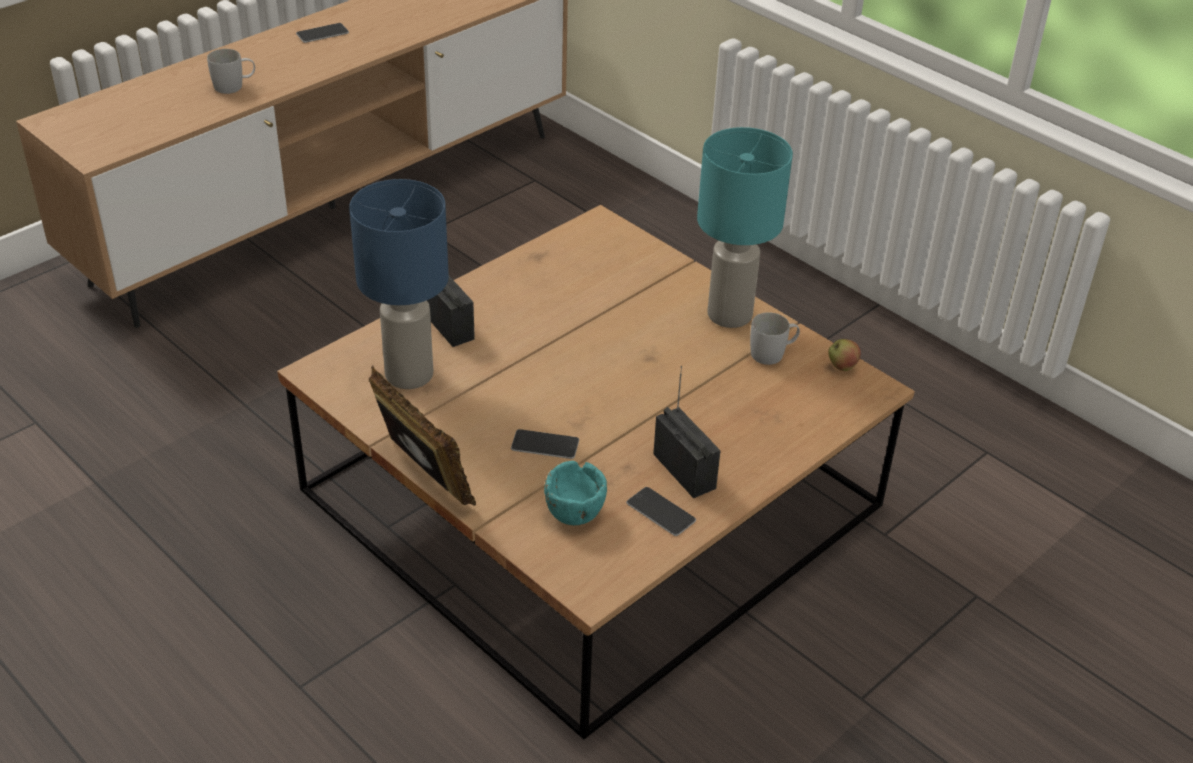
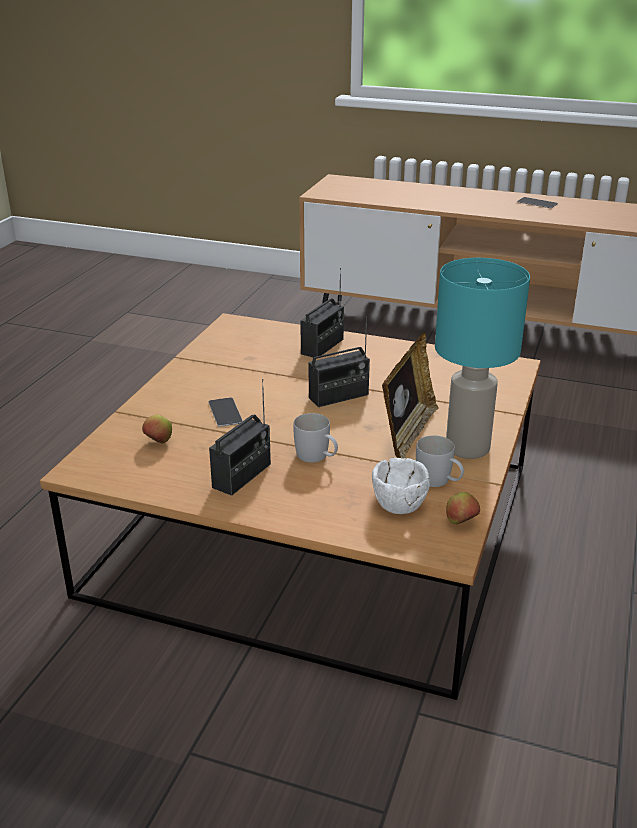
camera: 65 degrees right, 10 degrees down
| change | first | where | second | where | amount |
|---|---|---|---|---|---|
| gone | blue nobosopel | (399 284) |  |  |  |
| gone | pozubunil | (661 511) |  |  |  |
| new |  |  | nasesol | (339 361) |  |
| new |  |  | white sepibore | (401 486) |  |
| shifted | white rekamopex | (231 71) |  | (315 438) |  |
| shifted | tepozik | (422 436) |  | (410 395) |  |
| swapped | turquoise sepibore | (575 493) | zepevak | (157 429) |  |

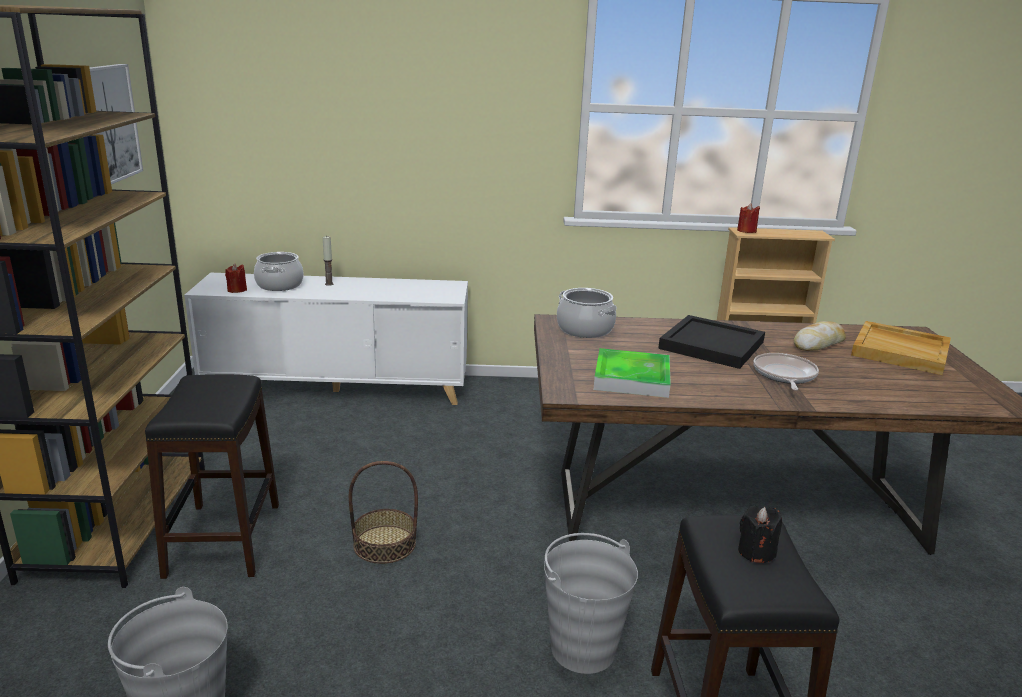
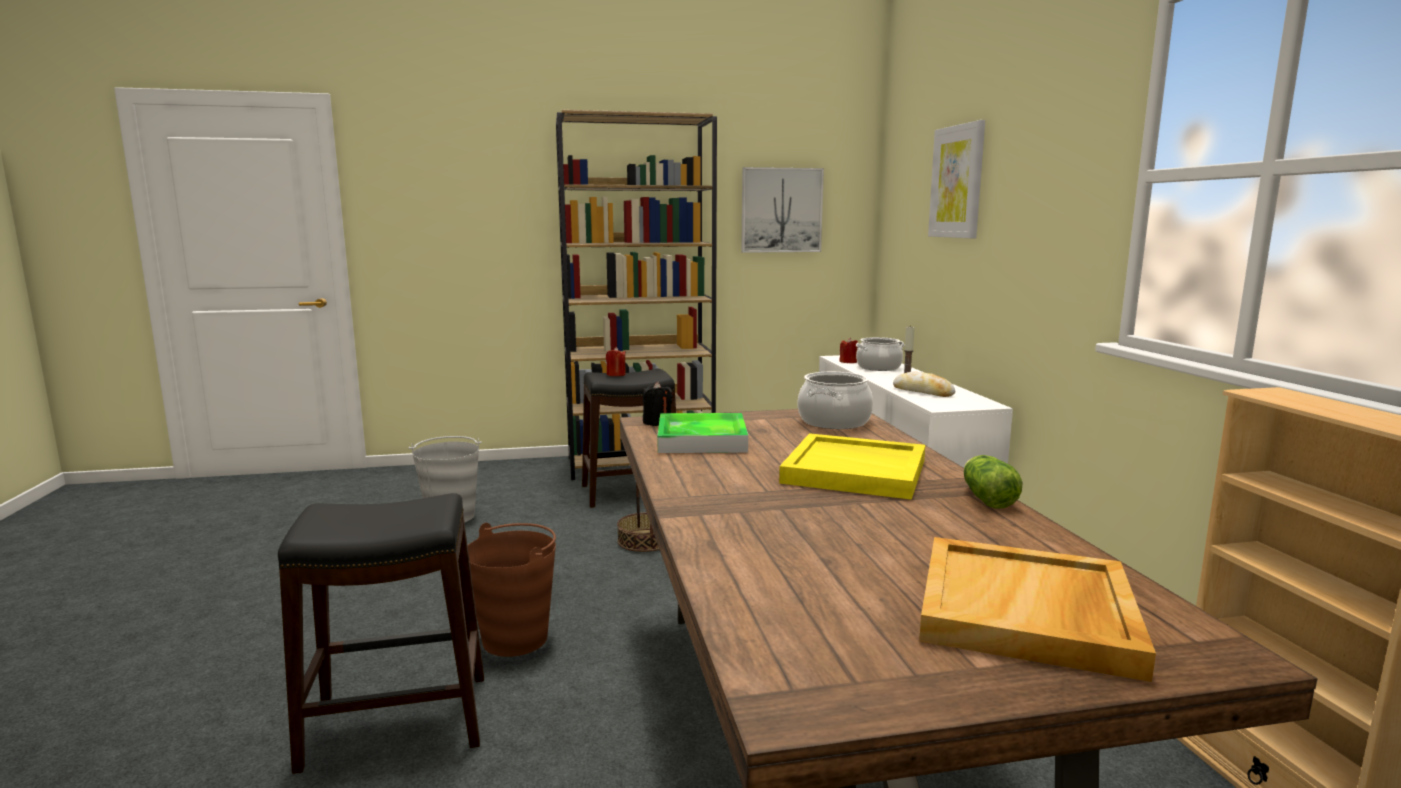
camera: 80 degrees right, 10 degrees down
| change | first | where | second | where | amount |
|---|---|---|---|---|---|
| gone | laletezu | (786 372) |  |  |  |
| new |  |  | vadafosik | (956 179) |  |
| new |  |  | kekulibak | (993 482) |  |
| shifted | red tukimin | (748 218) |  | (616 361) |  |
| shifted | black tukimin | (760 534) |  | (658 404) |  |
| shifted | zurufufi | (820 336) |  | (924 384) |  |
| repainted | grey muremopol | (591 603) | brown muremopol | (512 590) |  |
| repainted | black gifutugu | (711 342) | yellow gifutugu | (852 466) |  |

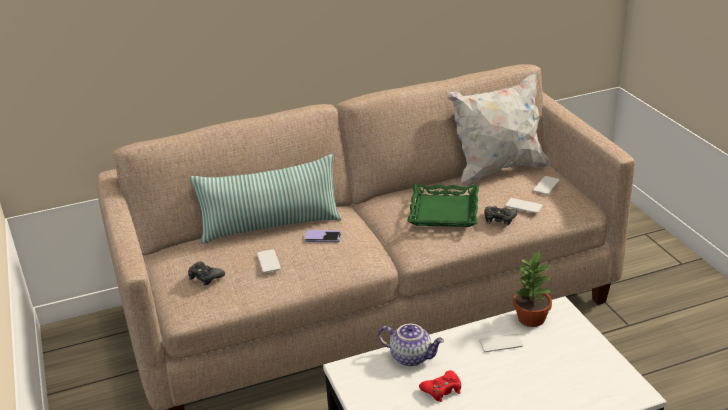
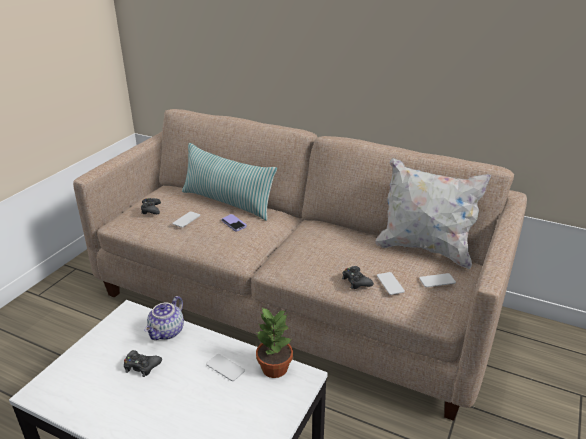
camera: 45 degrees right, 0 degrees up
| change | first | where | second | where | amount |
|---|---|---|---|---|---|
| gone | green gifutugu | (443 205) |  |  |  |
| repainted | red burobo | (440 386) | black burobo | (143 363) |  |
| rotated | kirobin | (411 345) |  | (164 318) | 45 degrees clockwise |

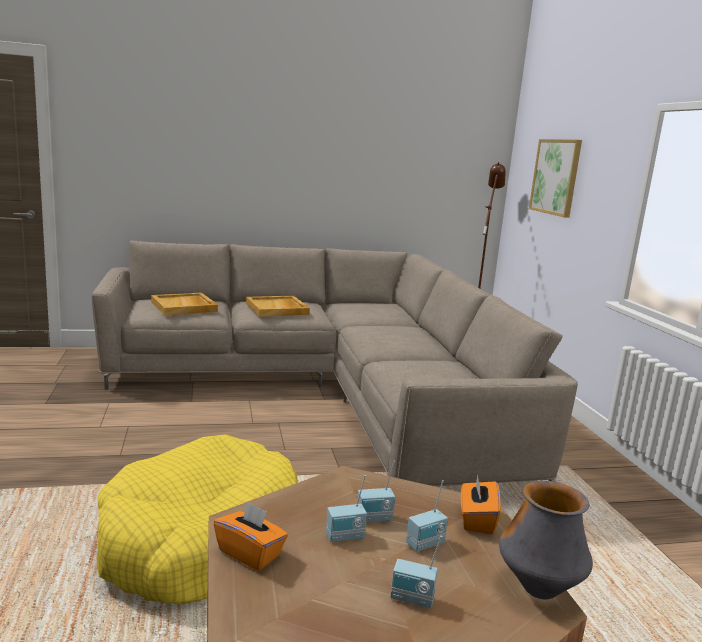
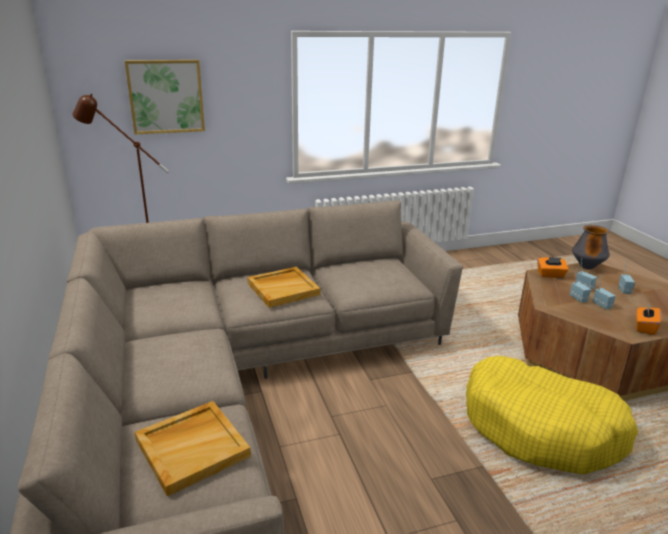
camera: 95 degrees left, 10 degrees up
| change | first | where | second | where | amount |
|---|---|---|---|---|---|
| shifted | beige gifutugu | (278 306) |  | (283 287) |  |

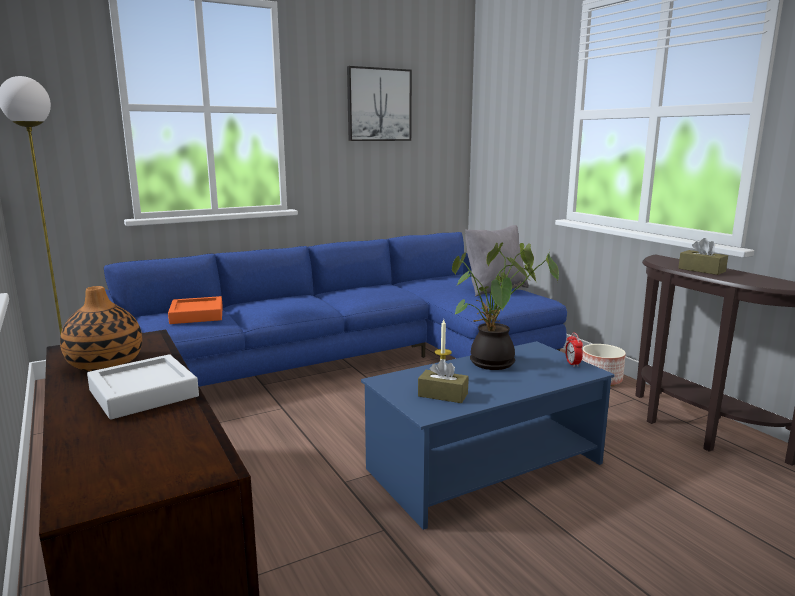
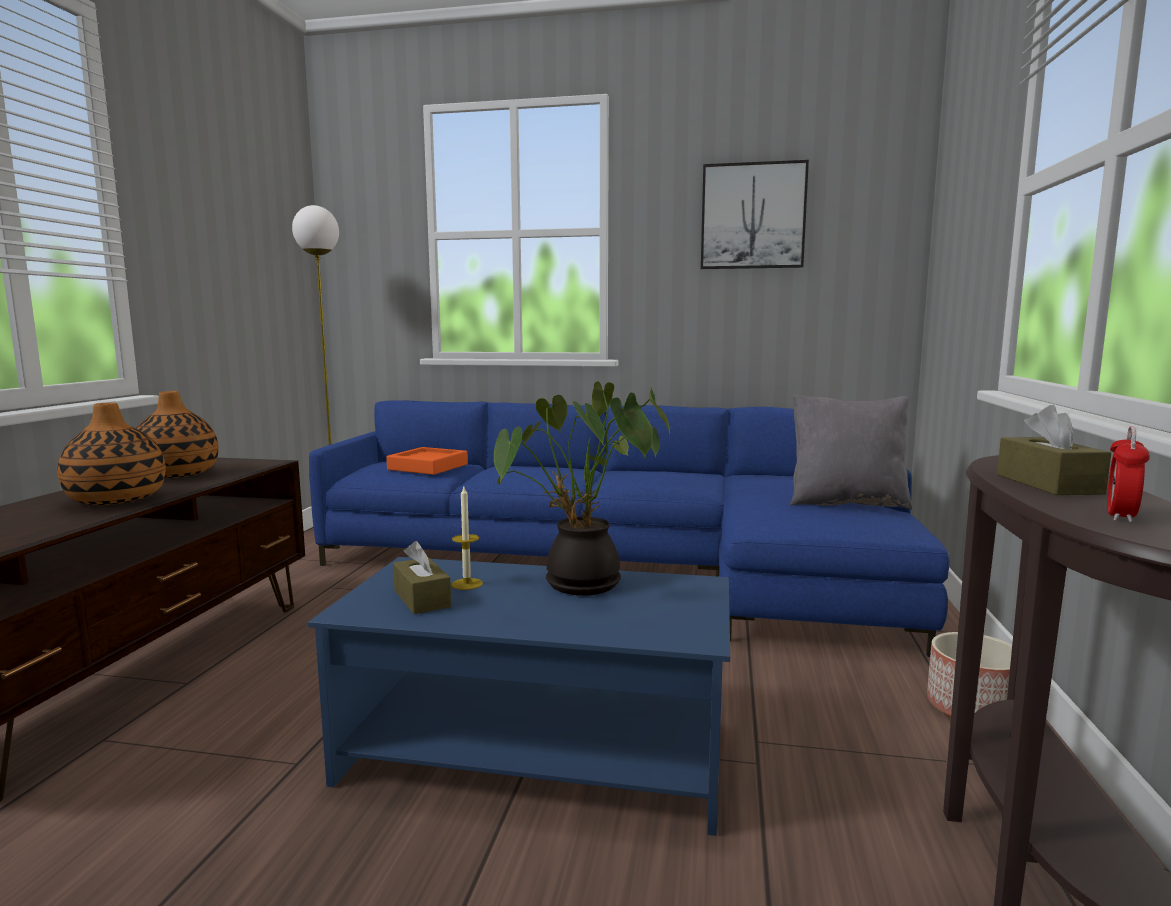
camera: 40 degrees right, 5 degrees down
| change | first | where | second | where | amount |
|---|---|---|---|---|---|
| shifted | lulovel | (574 349) |  | (1128 474) |  |
| swapped | grey gifutugu | (143 386) | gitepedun | (112 453) |  |

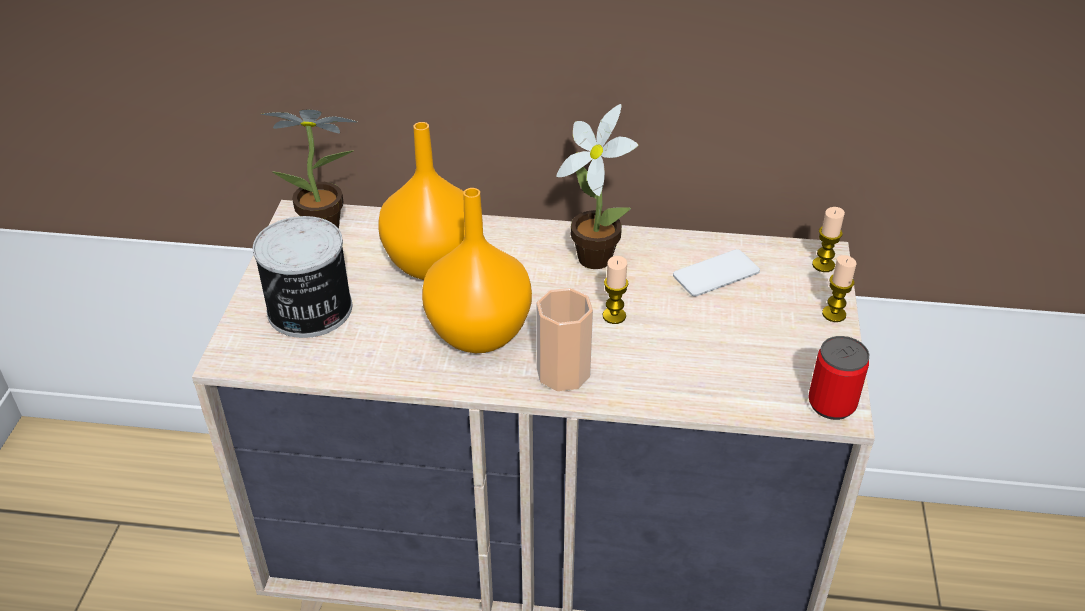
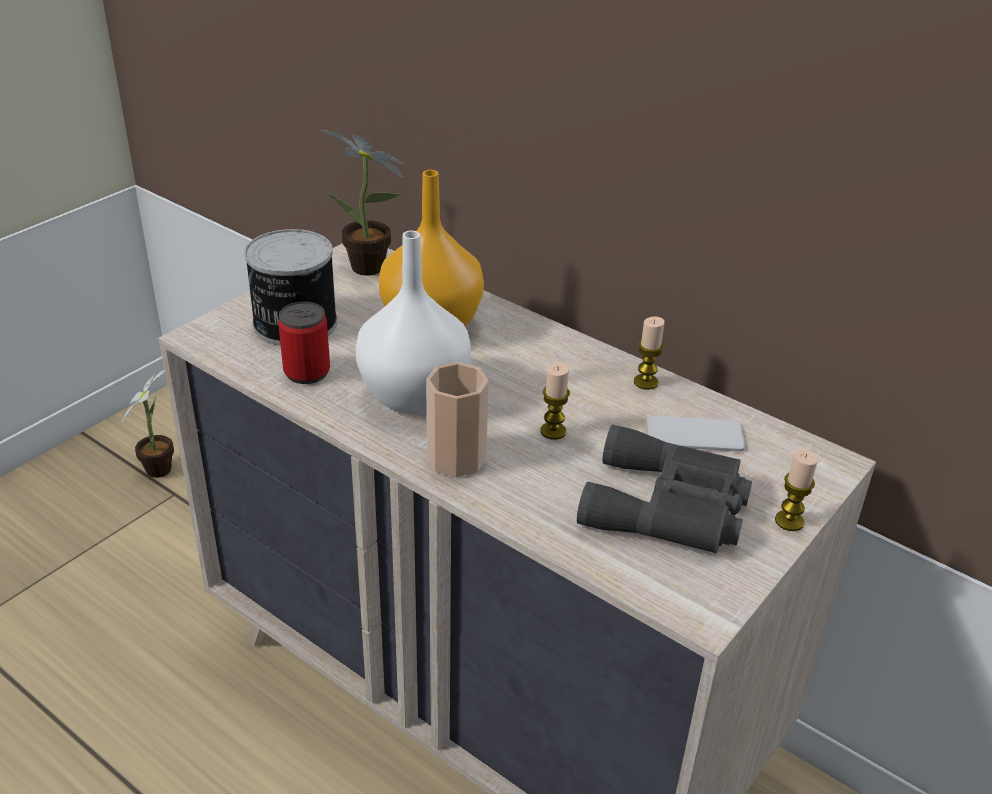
camera: 30 degrees right, 5 degrees down
| change | first | where | second | where | amount |
|---|---|---|---|---|---|
| new |  |  | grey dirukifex | (664 488) |  |
| shifted | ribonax | (597 186) |  | (147 424) |  |
| shifted | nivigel | (838 378) |  | (304 343) |  |
| shifted | tukimin | (828 239) |  | (649 353) |  |
| repainted | orange gitepedun | (477 270) | white gitepedun | (413 323) |  |

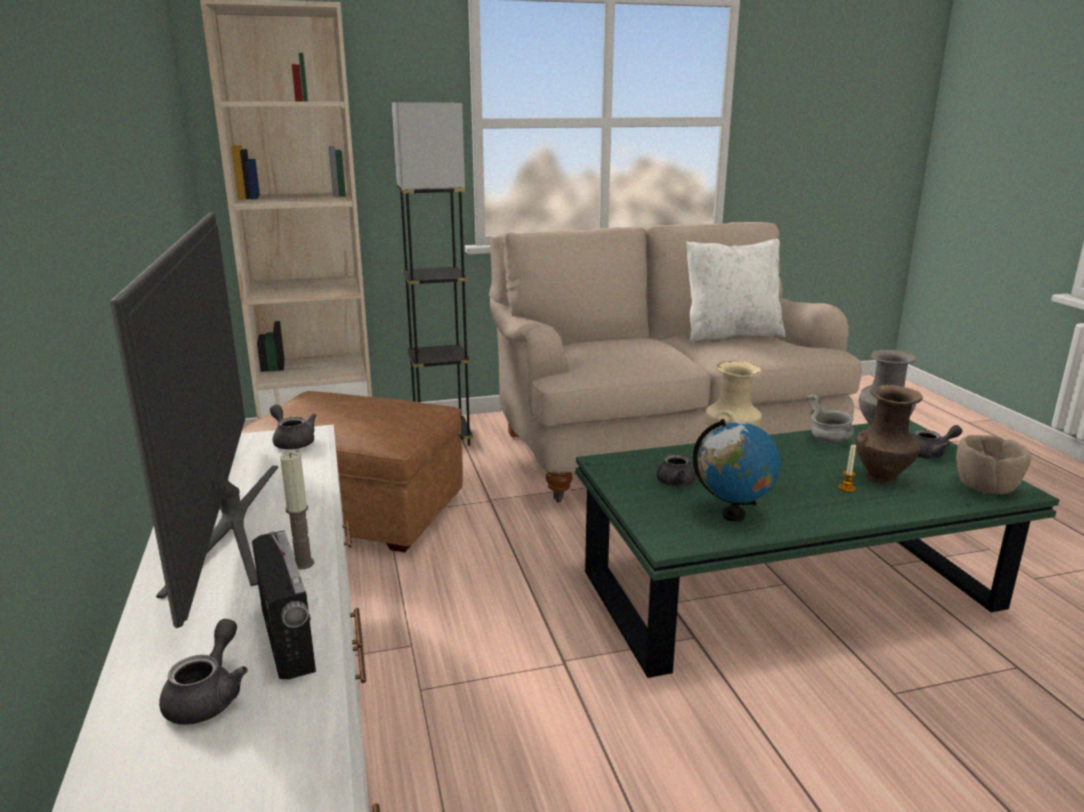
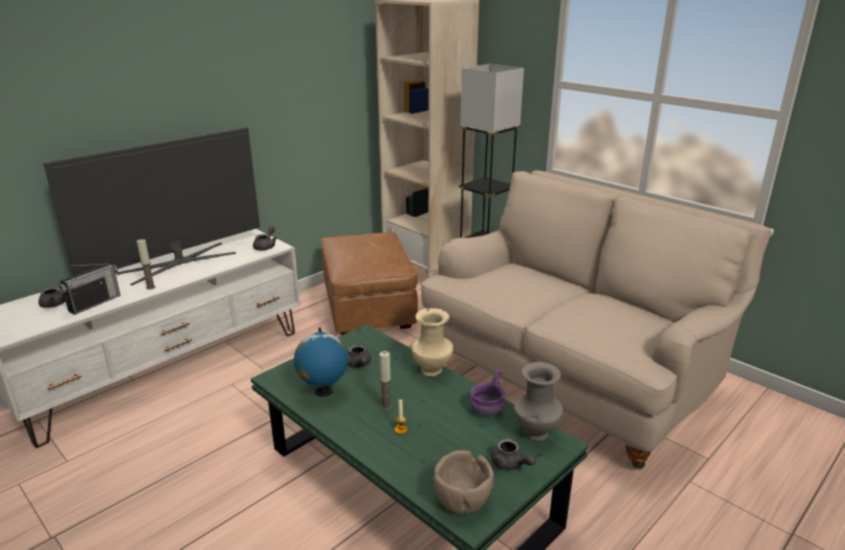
camera: 60 degrees right, 5 degrees up
| change | first | where | second | where | amount |
|---|---|---|---|---|---|
| gone | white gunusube | (735 290) |  |  |  |
| gone | brown gitepedun | (889 435) |  |  |  |
| new |  |  | tukimin | (385 381) |  |
| repainted | grey sepibore | (830 419) | purple sepibore | (487 392) |  |

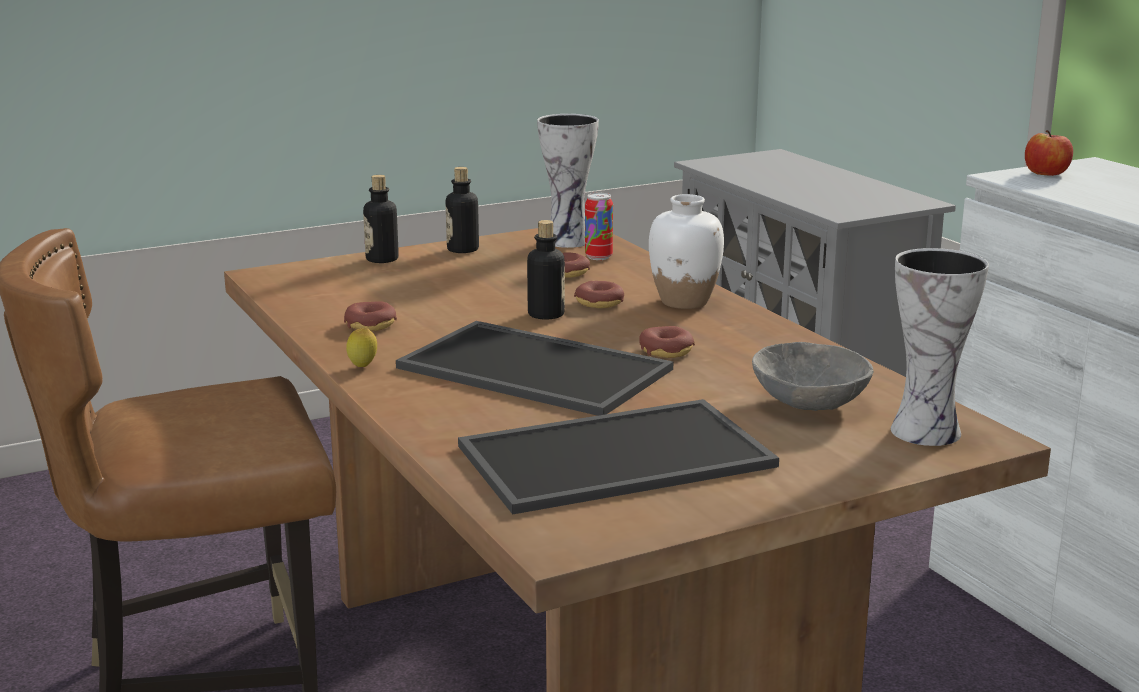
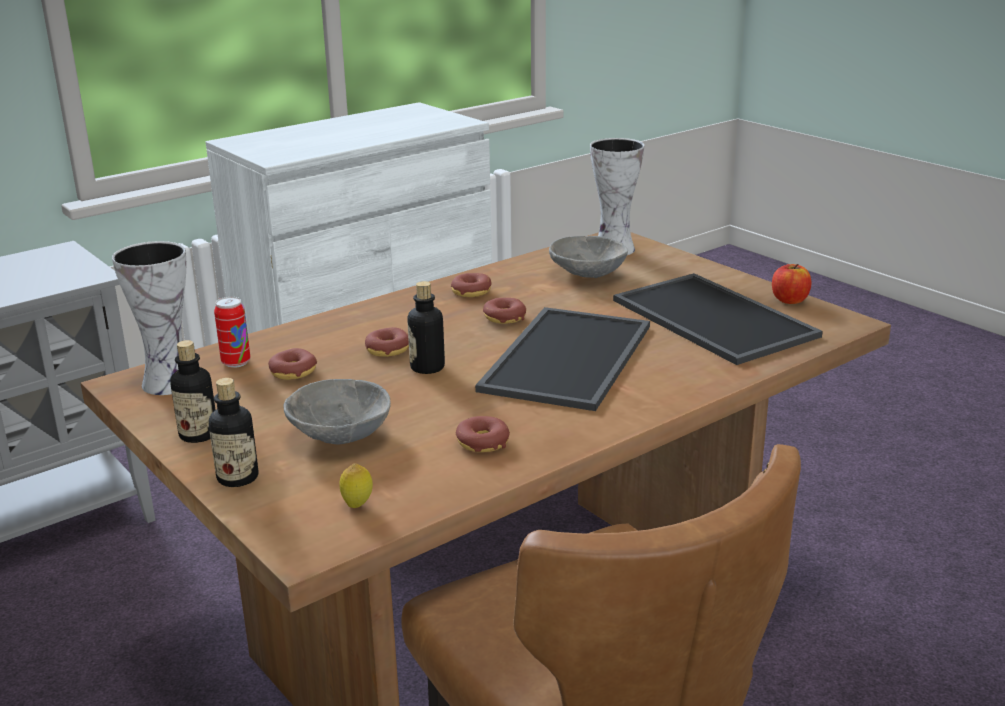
camera: 100 degrees left, 5 degrees up
| change | first | where | second | where | amount |
|---|---|---|---|---|---|
| gone | white gitepedun | (686 251) |  |  |  |
| new |  |  | grey sepibore | (337 412) |  |
| new |  |  | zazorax | (471 285) |  |
| shifted | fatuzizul | (361 347) |  | (356 485) |  |
| shifted | zepevak | (1049 153) |  | (791 284) |  |

